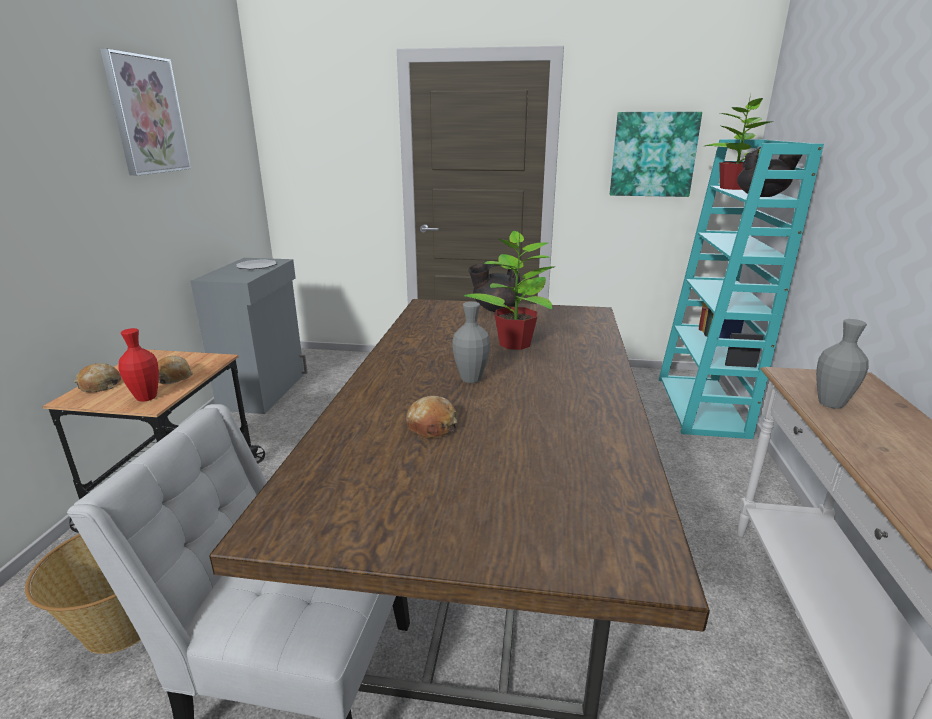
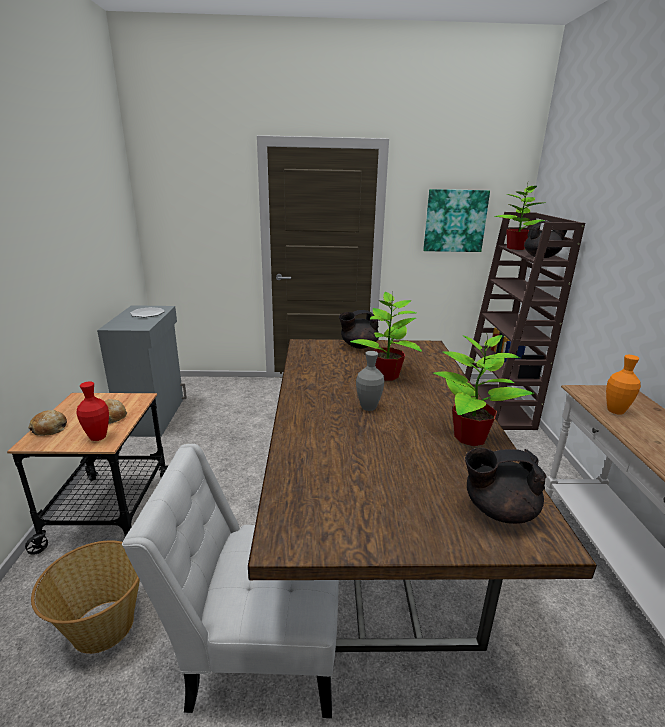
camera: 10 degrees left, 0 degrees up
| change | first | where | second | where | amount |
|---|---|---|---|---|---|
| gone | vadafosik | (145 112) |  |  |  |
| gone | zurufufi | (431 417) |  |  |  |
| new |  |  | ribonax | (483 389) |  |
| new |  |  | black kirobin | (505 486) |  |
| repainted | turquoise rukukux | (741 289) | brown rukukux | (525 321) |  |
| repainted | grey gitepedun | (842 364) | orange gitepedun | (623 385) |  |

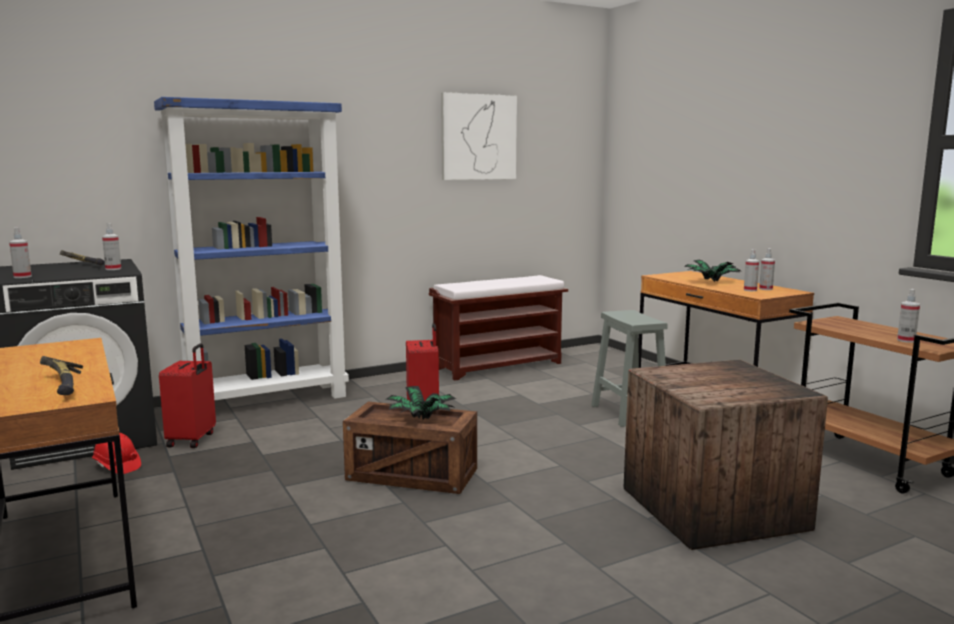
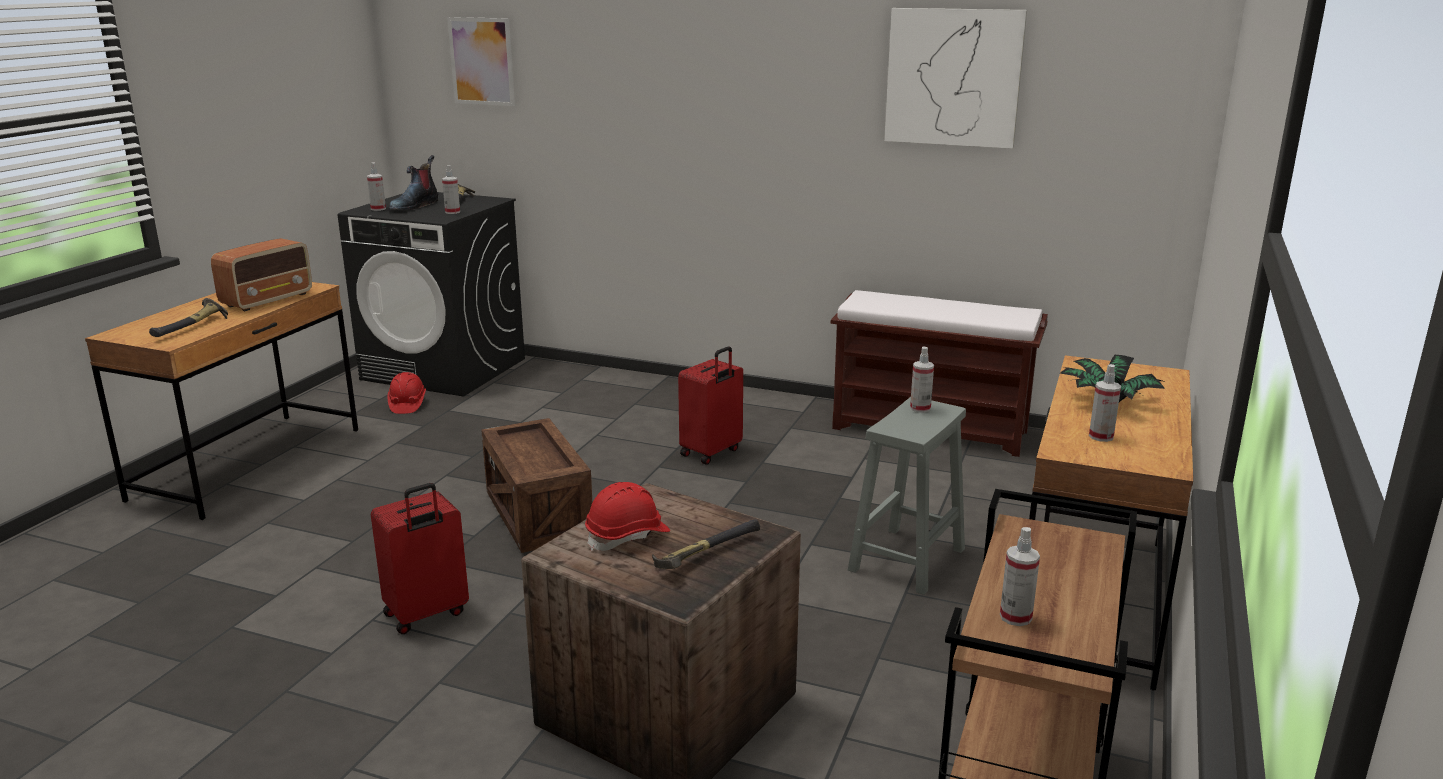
camera: 50 degrees right, 10 degrees up
| change | first | where | second | where | amount |
|---|---|---|---|---|---|
| gone | blue rukukux | (251 249) |  |  |  |
| gone | ribonax | (421 403) |  |  |  |
| new |  |  | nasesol | (261 274) |  |
| new |  |  | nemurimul | (414 182) |  |
| new |  |  | vadafosik | (481 61) |  |
| new |  |  | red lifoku | (627 516) |  |
| new |  |  | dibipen | (706 544) |  |
| shifted | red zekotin | (187 395) |  | (420 558) |  |
| shifted | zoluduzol | (767 269) |  | (922 380) |  |

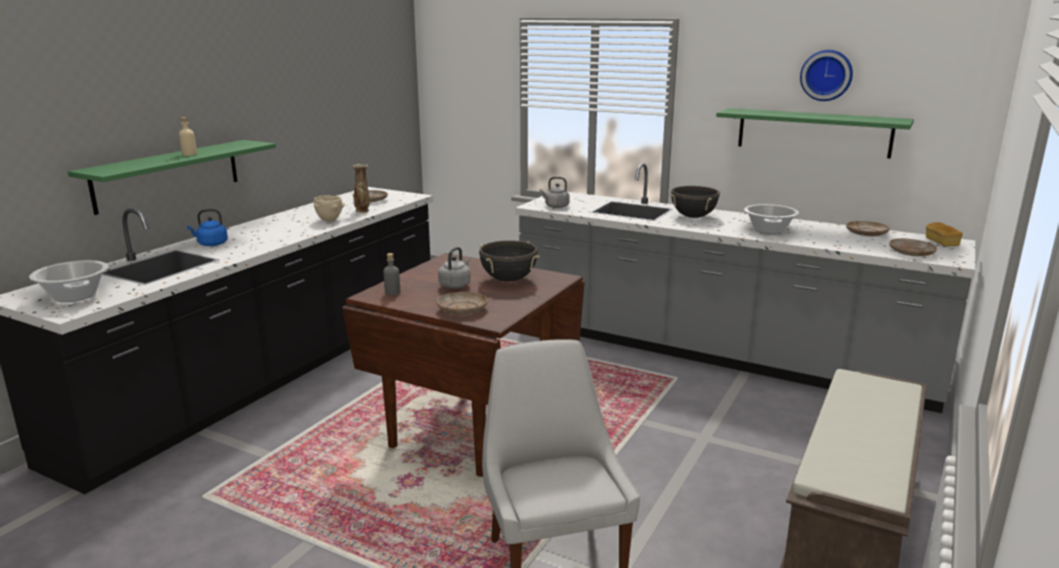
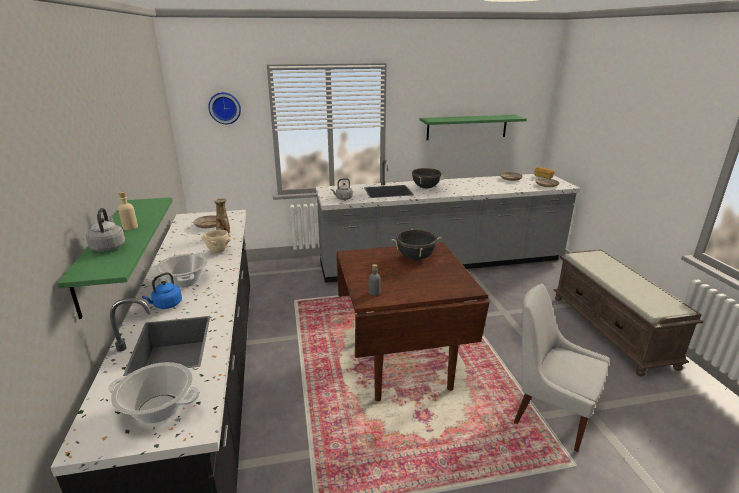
camera: 40 degrees left, 5 degrees up
| change | first | where | second | where | amount |
|---|---|---|---|---|---|
| gone | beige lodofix | (462 303) |  |  |  |
| shifted | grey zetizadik | (454 267) |  | (105 230) |  |
| shifted | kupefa | (771 219) |  | (181 270) |  |
| shifted | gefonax | (826 75) |  | (224 108) |  |

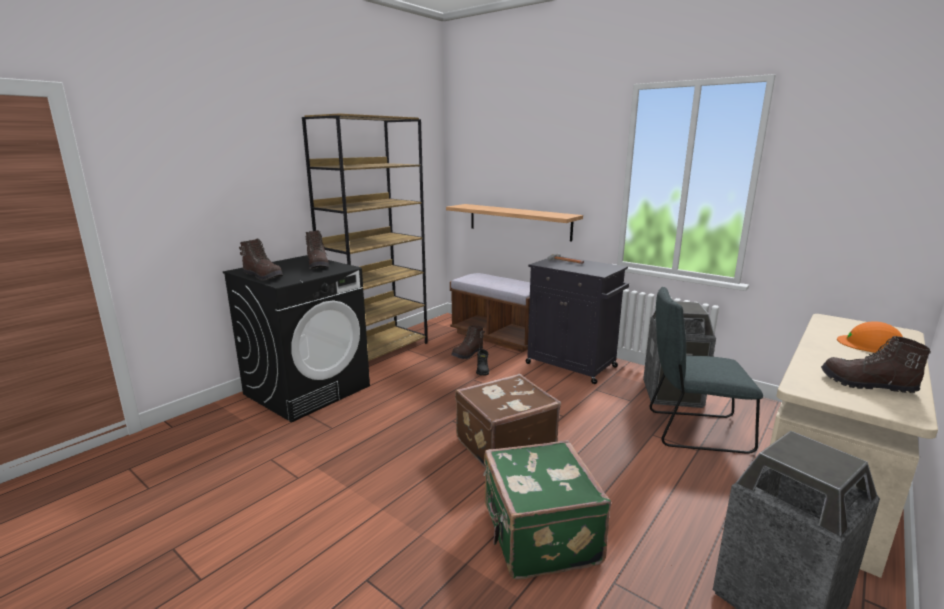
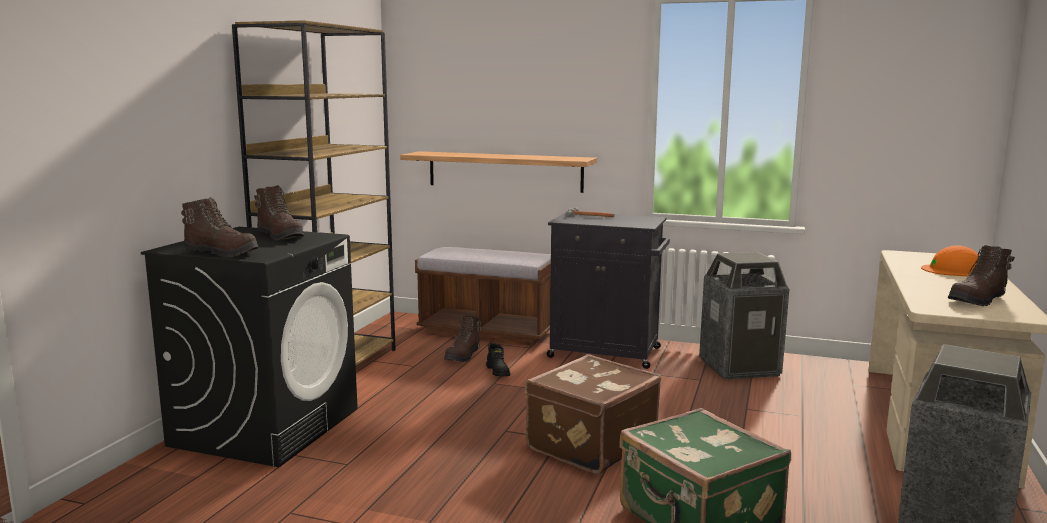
camera: 20 degrees left, 5 degrees down
| change | first | where | second | where | amount |
|---|---|---|---|---|---|
| gone | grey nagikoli | (706 370) |  |  |  |
| rotated | brown nemurimul | (876 364) |  | (981 275) | 45 degrees counterclockwise |

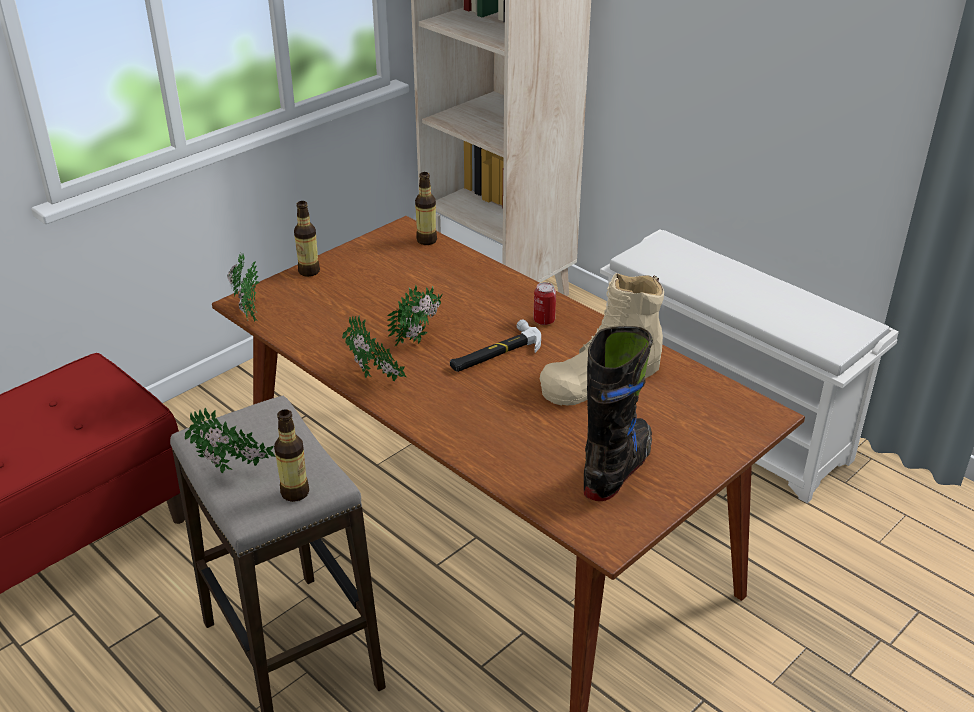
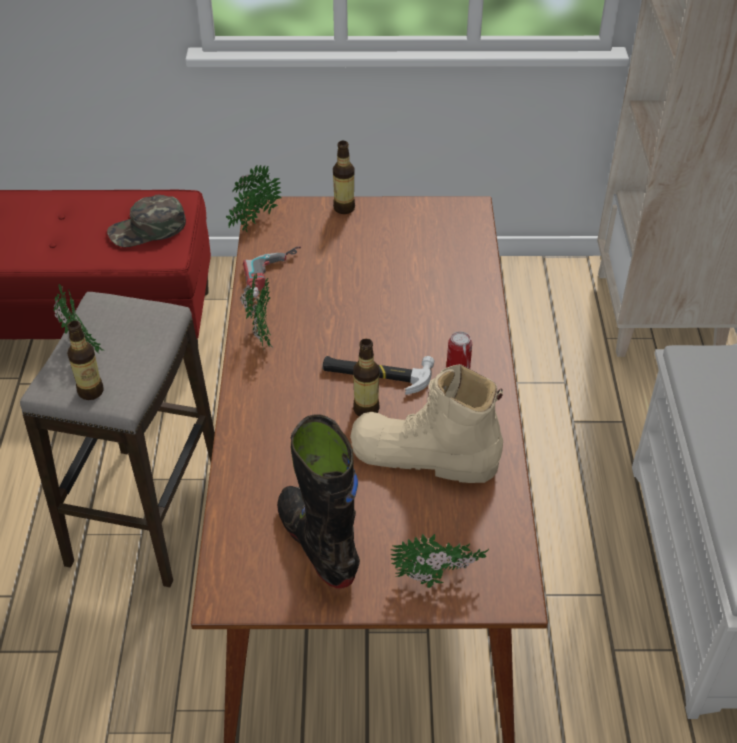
camera: 45 degrees right, 10 degrees up
| change | first | where | second | where | amount |
|---|---|---|---|---|---|
| new |  |  | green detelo | (146 220) |  |
| new |  |  | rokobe | (272 272) |  |
| shifted | ribonax | (414 315) |  | (440 561) |  |
| shifted | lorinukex | (426 208) |  | (366 378) |  |
| rotated | black nemurimul | (618 413) |  | (318 501) | 105 degrees counterclockwise |

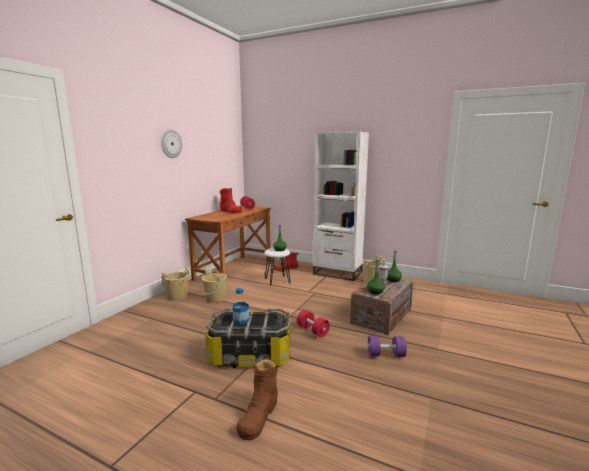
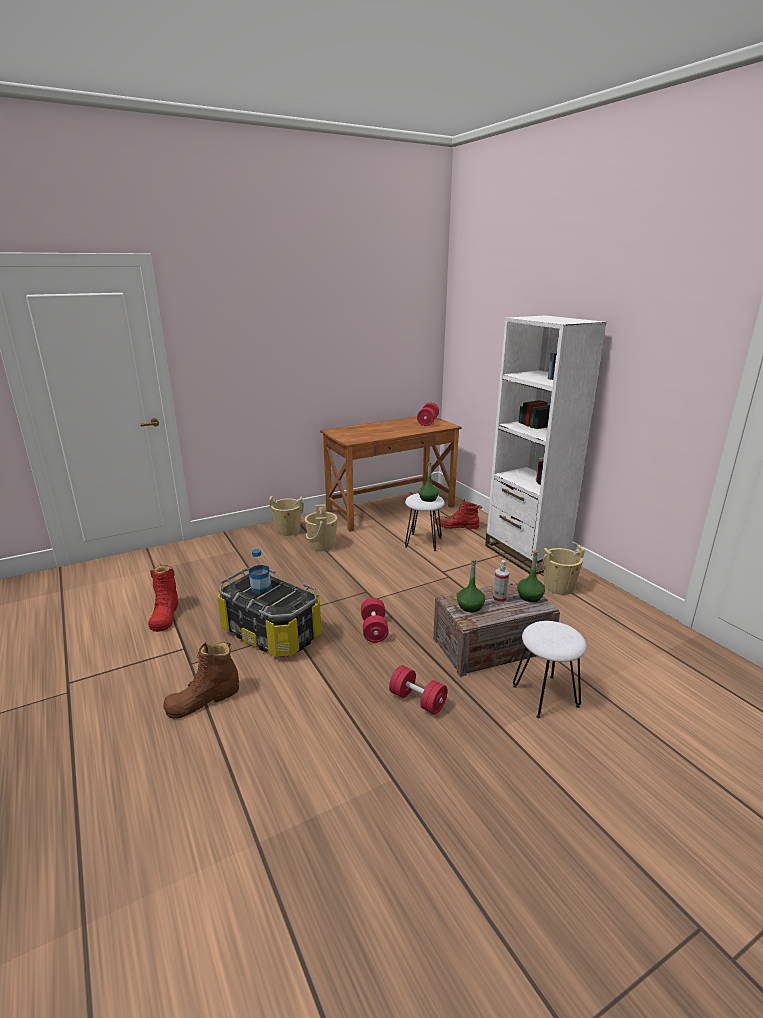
camera: 35 degrees right, 10 degrees up
| change | first | where | second | where | amount |
|---|---|---|---|---|---|
| gone | gefonax | (171 143) |  |  |  |
| new |  |  | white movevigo | (550 669) |  |
| shifted | red nemurimul | (231 201) |  | (163 598) |  |
| repainted | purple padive | (387 346) | red padive | (418 690) |  |

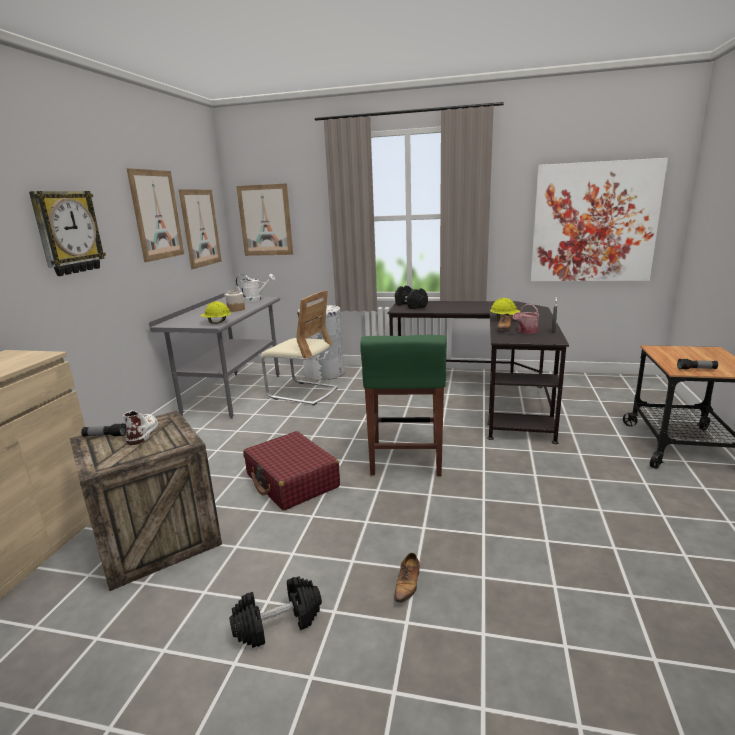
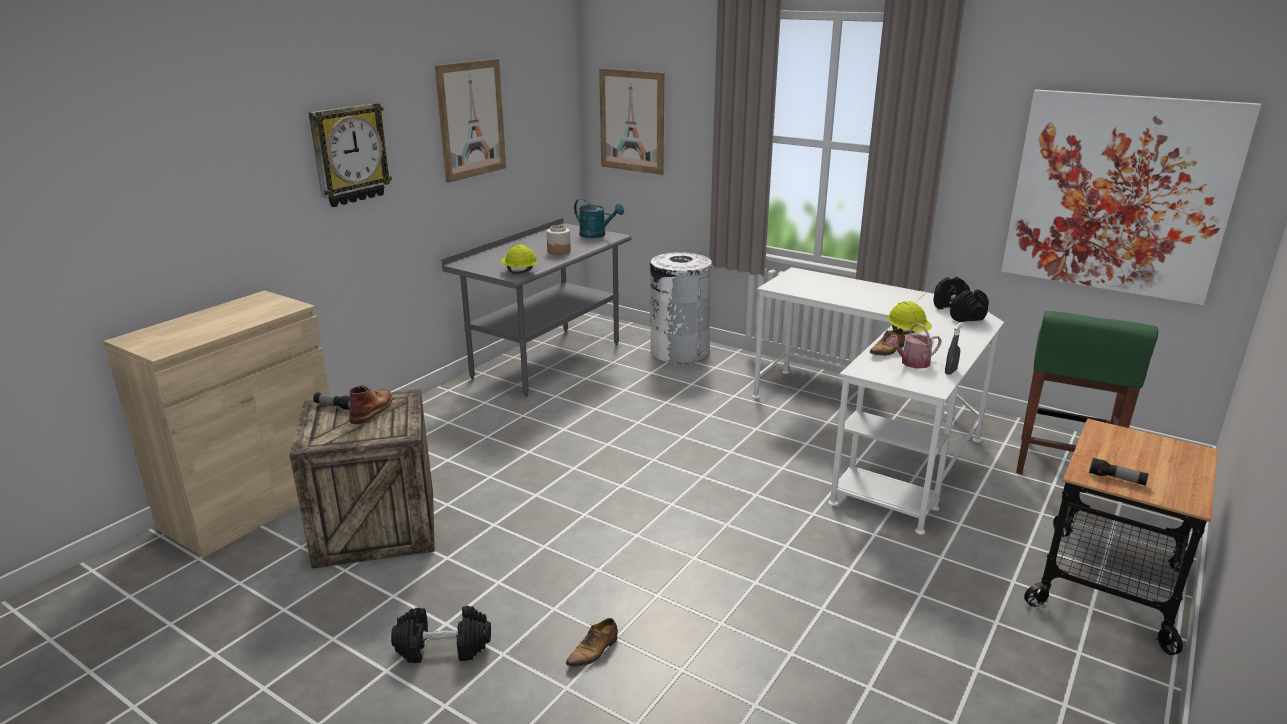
camera: 20 degrees right, 5 degrees up
| change | first | where | second | where | amount |
|---|---|---|---|---|---|
| gone | vadafosik | (200 229) |  |  |  |
| gone | red zekotin | (291 471) |  |  |  |
| gone | beige nagikoli | (299 348) |  |  |  |
| shifted | green movevigo | (403 405) |  | (1087 392) |  |
| shifted | black padive | (411 297) |  | (961 299) |  |
| repainted | white nemurimul | (140 427) | brown nemurimul | (371 404) |  |
| repainted | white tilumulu | (255 287) | turquoise tilumulu | (599 218) |  |
| repainted | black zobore | (478 372) | white zobore | (878 401) |  |

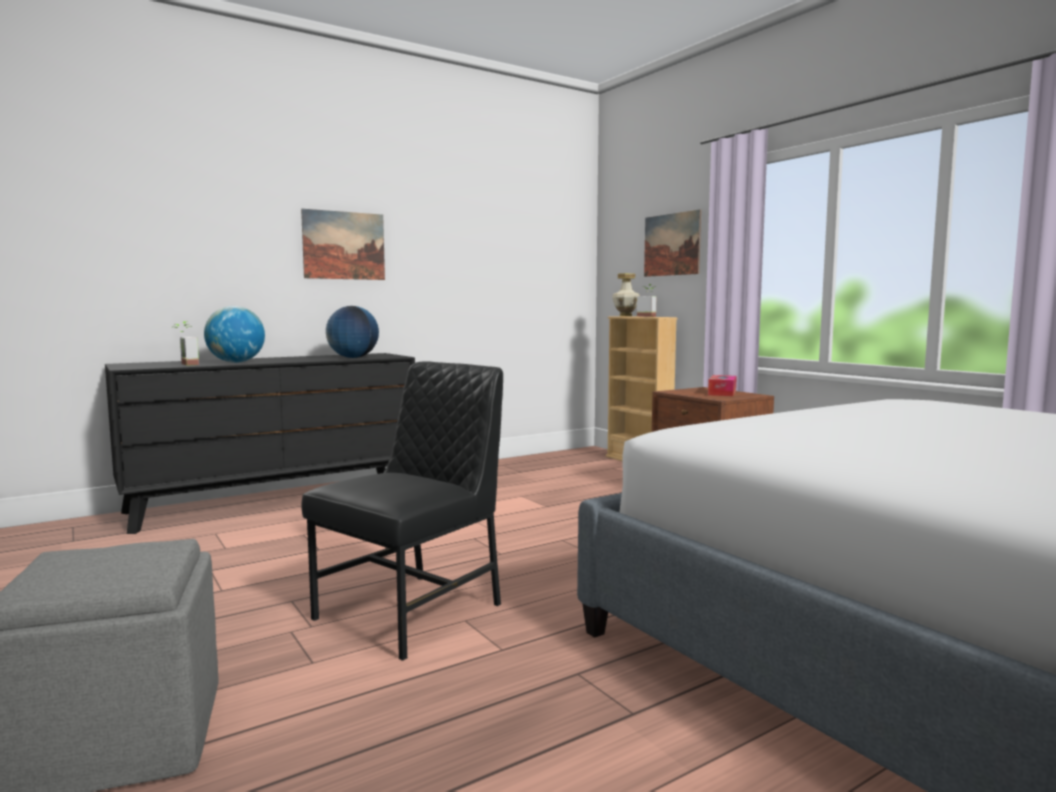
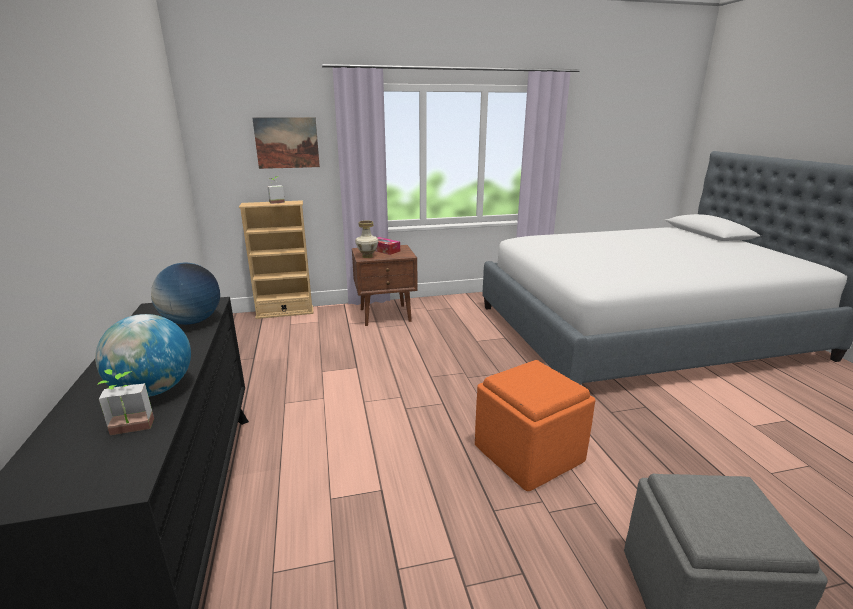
camera: 70 degrees left, 15 degrees up
| change | first | where | second | where | amount |
|---|---|---|---|---|---|
| gone | vadafosik | (343 244) |  |  |  |
| shifted | gitepedun | (626 294) |  | (367 239) |  |
| swapped | black nagikoli | (402 511) | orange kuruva | (535 425) |  |

